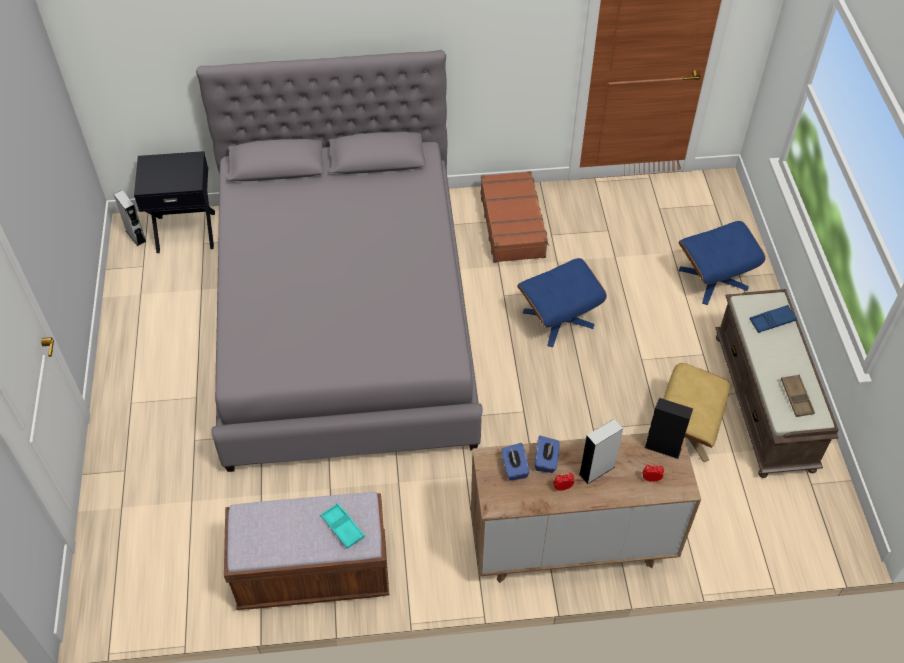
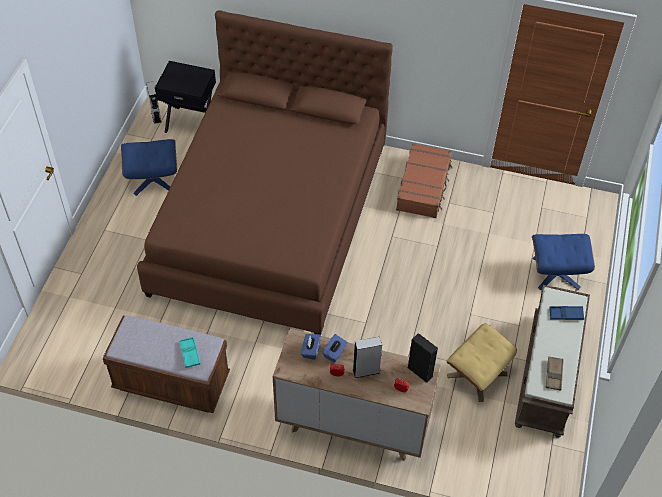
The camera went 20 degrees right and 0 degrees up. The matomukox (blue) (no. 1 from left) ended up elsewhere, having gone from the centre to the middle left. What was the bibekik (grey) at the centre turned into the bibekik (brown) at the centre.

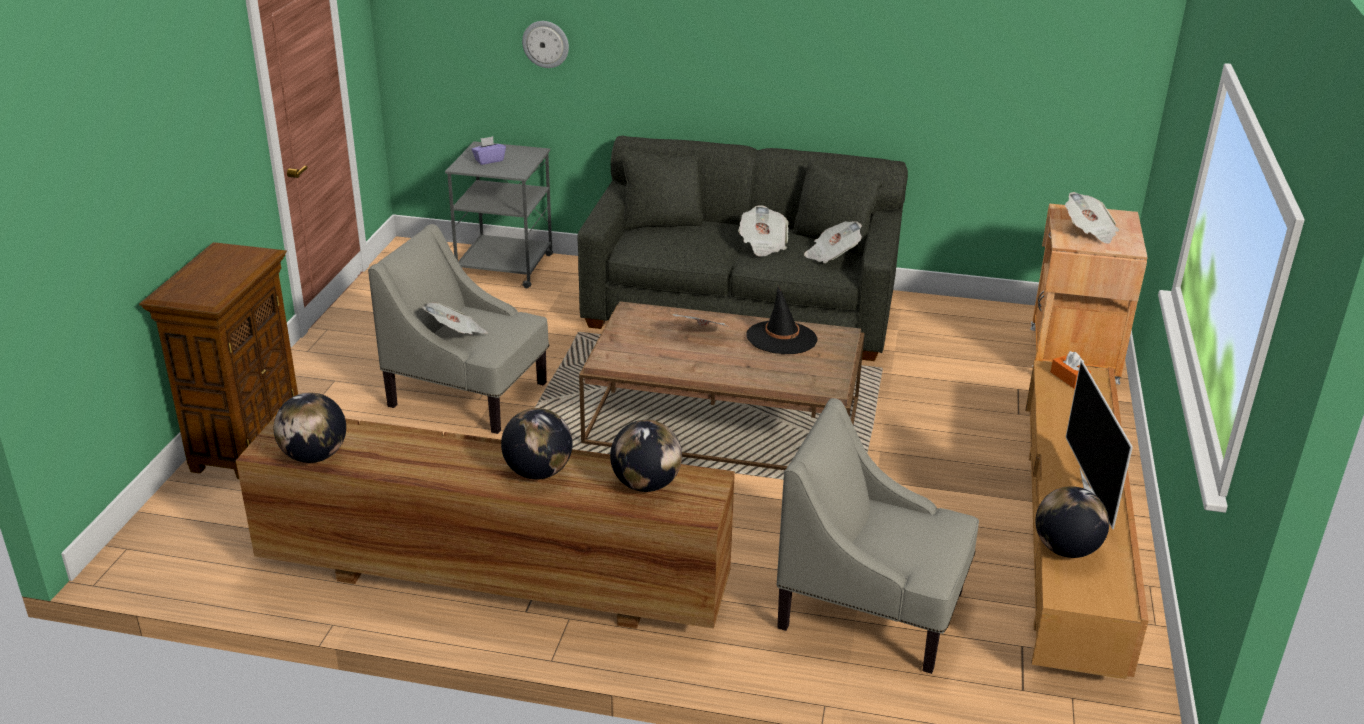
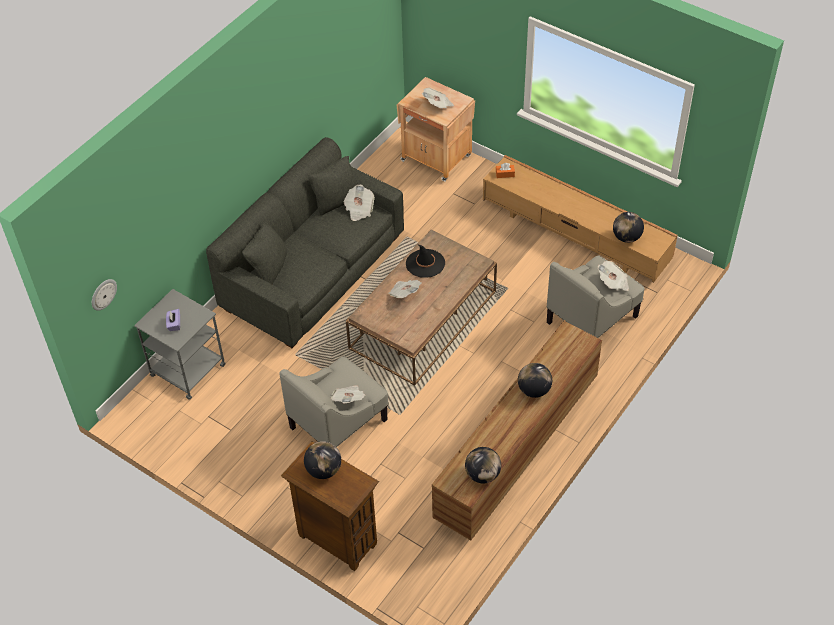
The camera went 65 degrees left and 20 degrees up. The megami ended up elsewhere, having gone from the top centre to the middle left. The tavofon (no. 3 from left in the first image) ended up elsewhere, having gone from the centre to the bottom centre. The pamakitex (no. 3 from left in the first image) ended up elsewhere, having gone from the top centre to the middle right. The second view lost the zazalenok at the middle right.

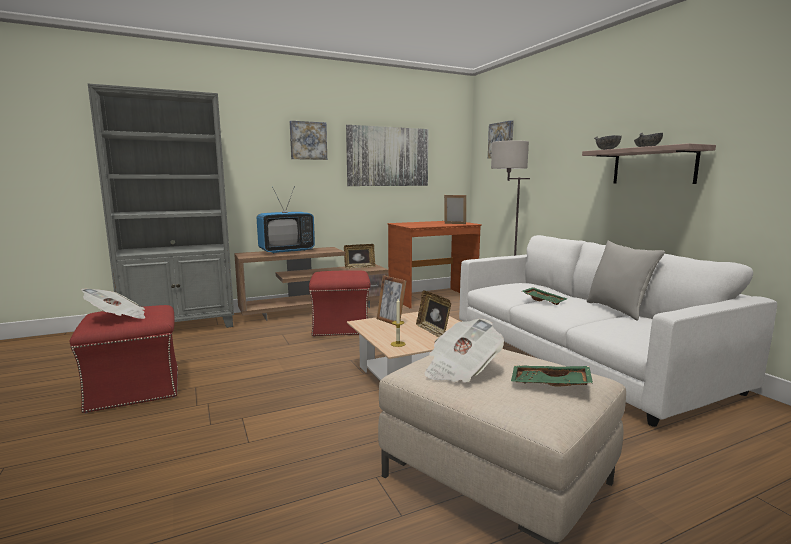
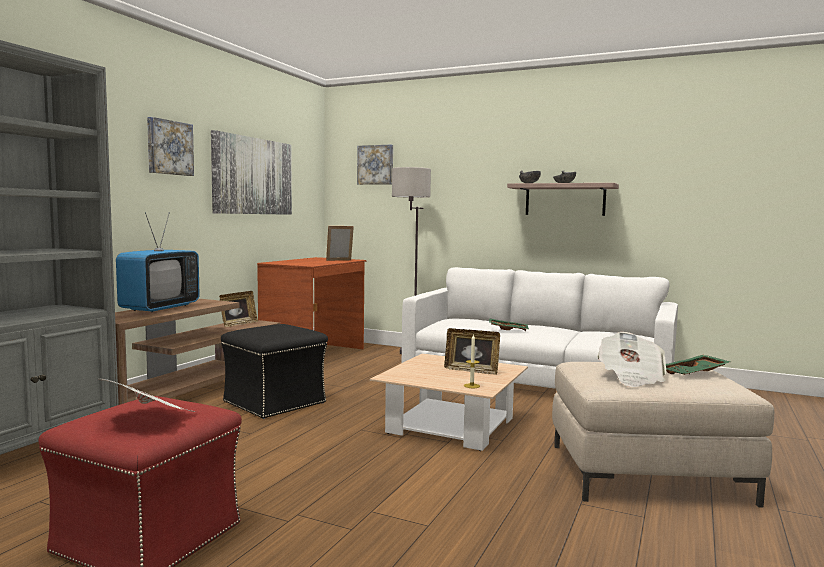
The camera went 40 degrees left and 5 degrees down. What was the matomukox (red) (no. 2 from left) at the centre turned into the matomukox (black) at the middle left. The second view lost the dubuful (no. 2 from left) at the centre. The second view lost the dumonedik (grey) at the middle right.

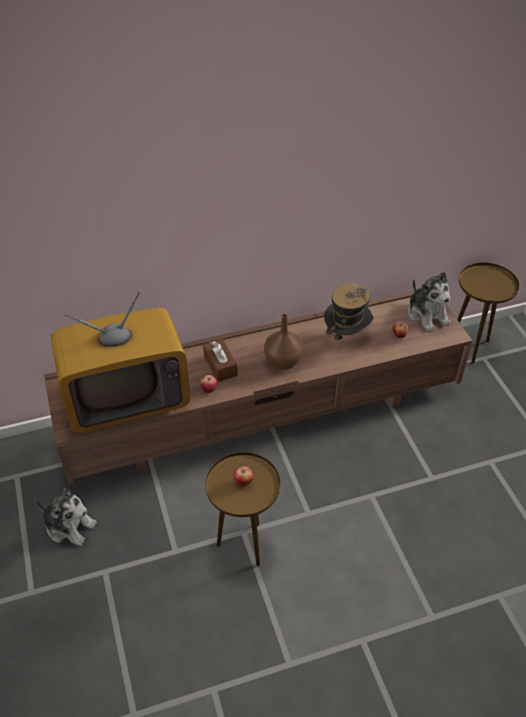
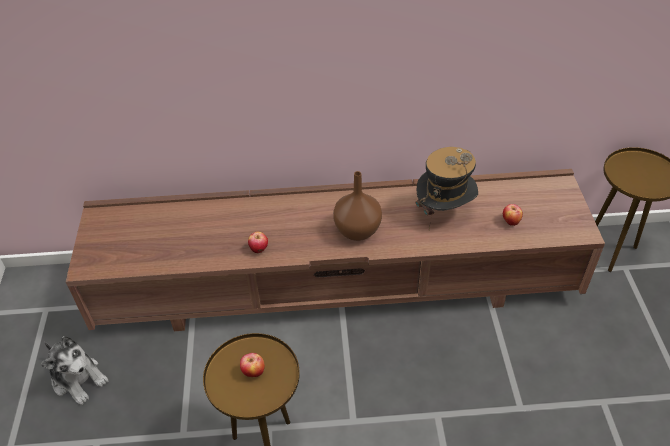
The camera went 15 degrees right and 0 degrees up. The second view lost the zazalenok at the middle left. The second view lost the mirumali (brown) at the centre. The second view lost the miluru (no. 2 from left) at the middle right.

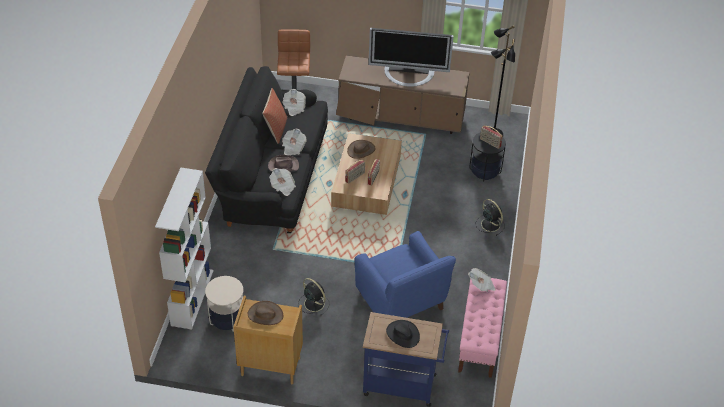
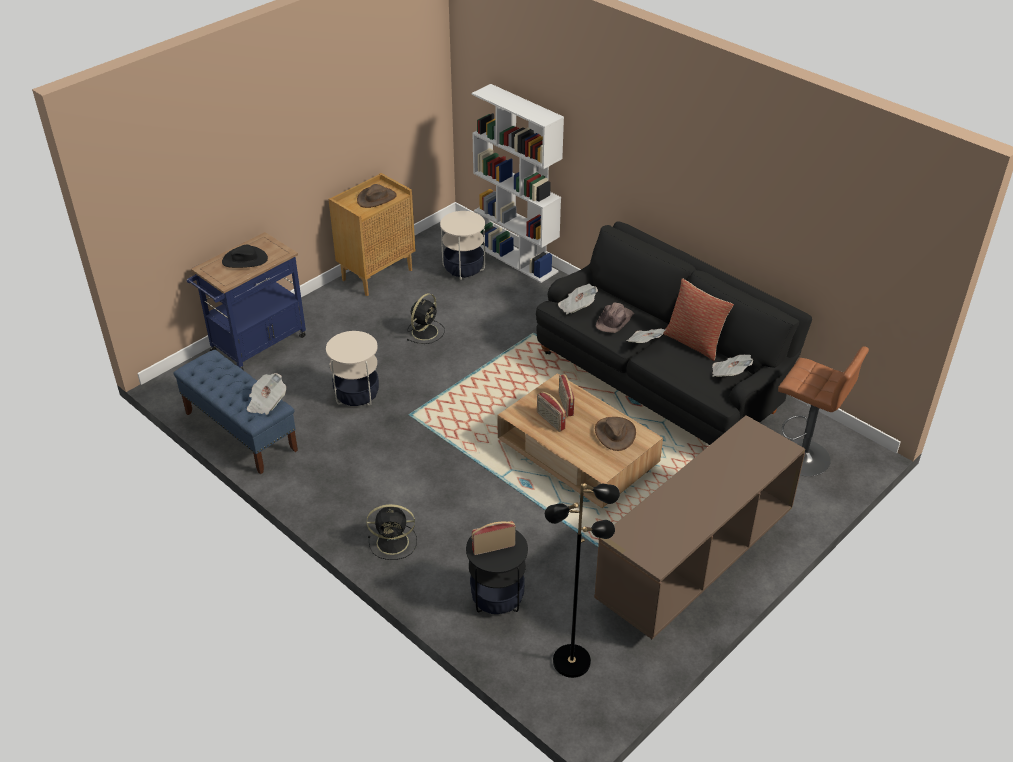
The camera went 125 degrees right and 5 degrees down. What was the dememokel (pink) at the bottom centre turned into the dememokel (blue) at the middle left. Where the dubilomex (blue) stood at the bottom centre, the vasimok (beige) (no. 1 from left) came to stand at the centre. The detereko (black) (no. 1 from left in the first image) at the bottom centre ended up facing another way, 45 degrees counterclockwise from before. The second view lost the zazalenok at the top centre.

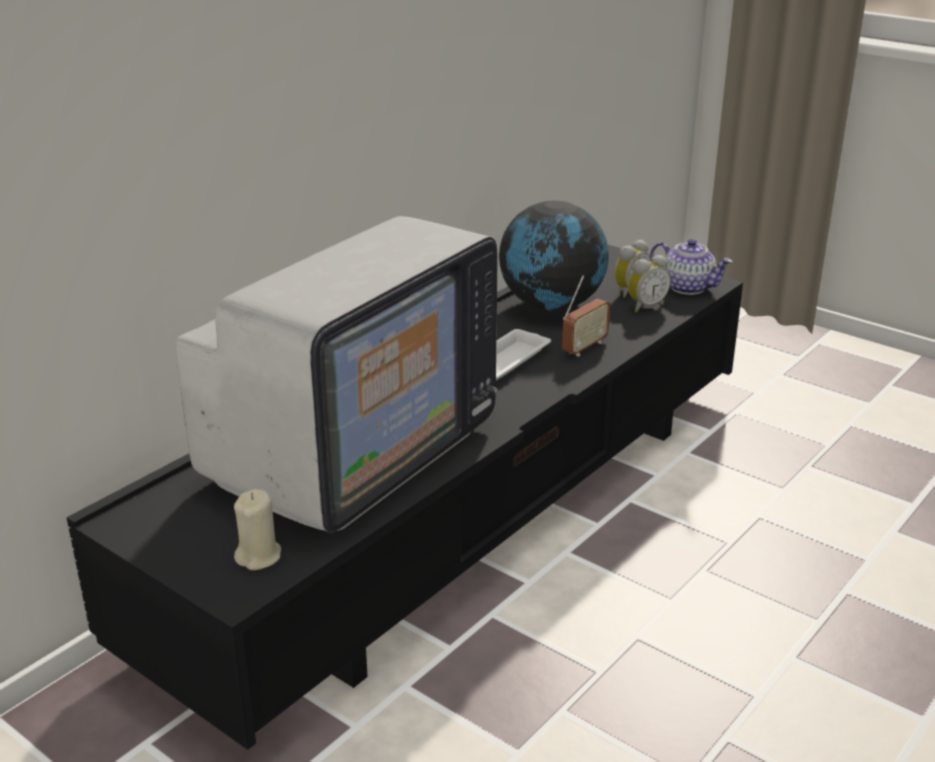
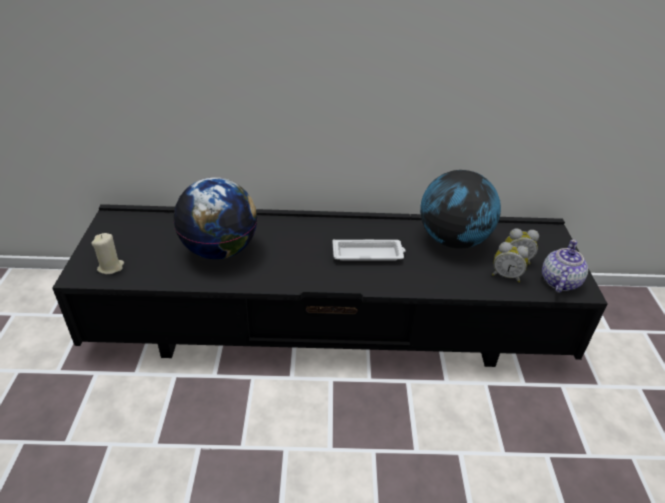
The camera went 50 degrees right and 10 degrees up. Where the zazalenok stood at the centre, the tavofon (no. 1 from left) came to stand at the middle left. The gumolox at the middle right ended up facing another way, 150 degrees counterclockwise from before. The second view lost the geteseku at the centre.

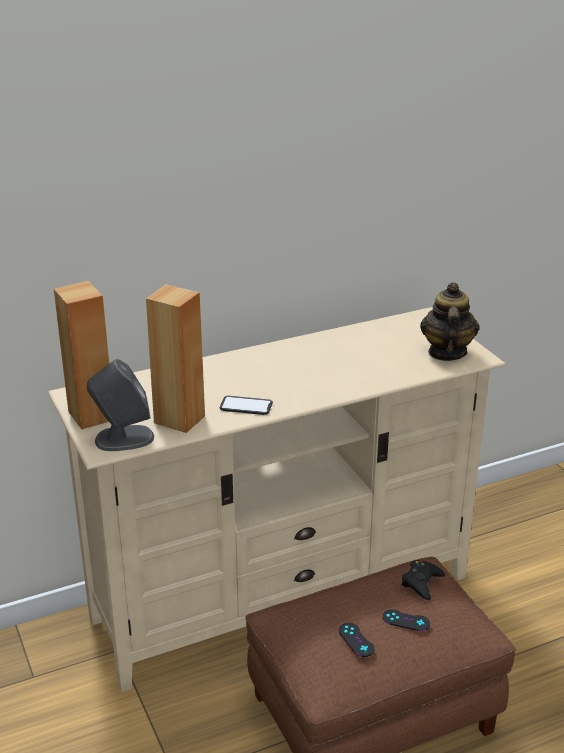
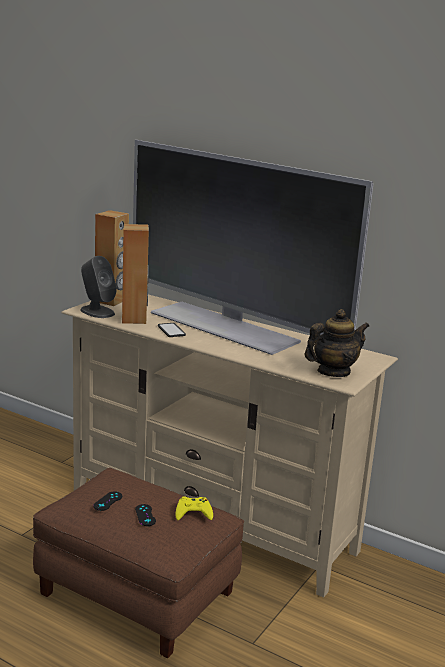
The camera went 55 degrees right and 10 degrees down. The second view gained the zazalenok at the centre. What was the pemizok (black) (no. 3 from left) at the bottom right turned into the pemizok (yellow) at the bottom centre.

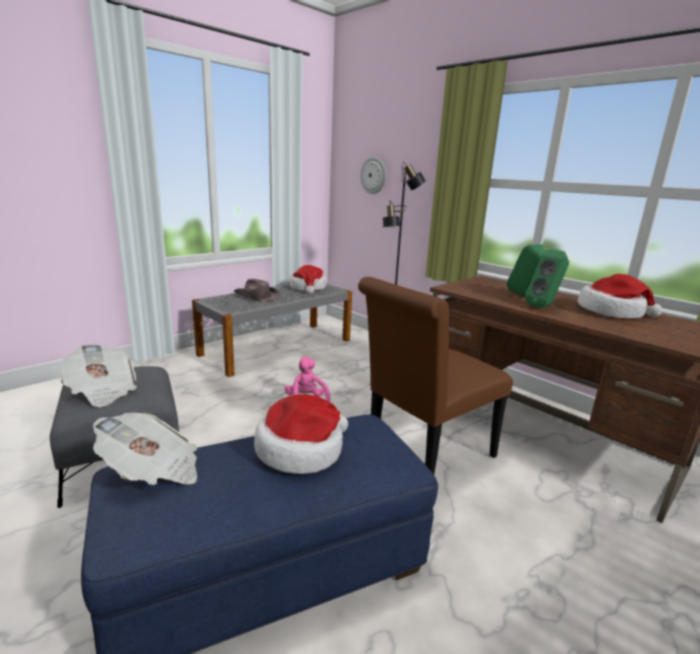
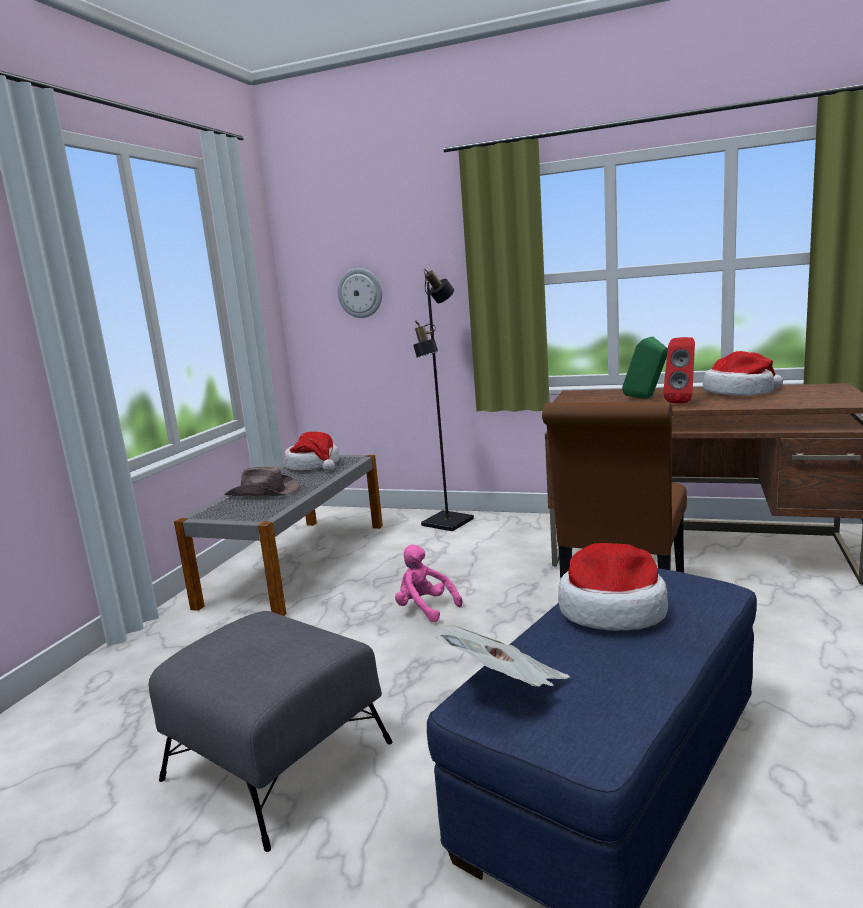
The camera went 25 degrees left and 5 degrees down. What was the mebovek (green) (no. 2 from left) at the middle right turned into the mebovek (red) at the middle right. The second view lost the pamakitex (no. 1 from left) at the middle left.

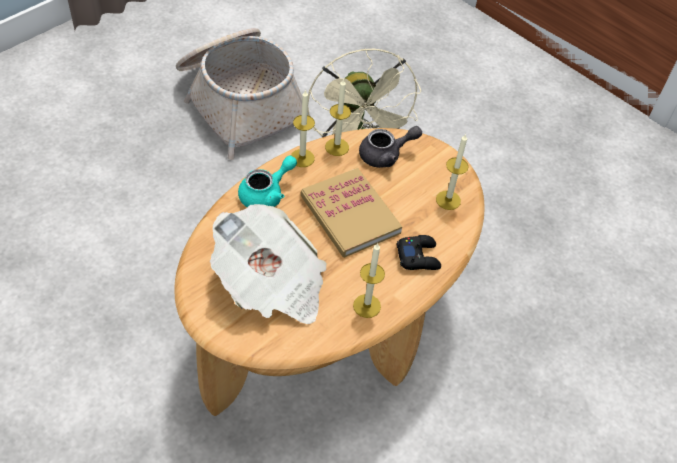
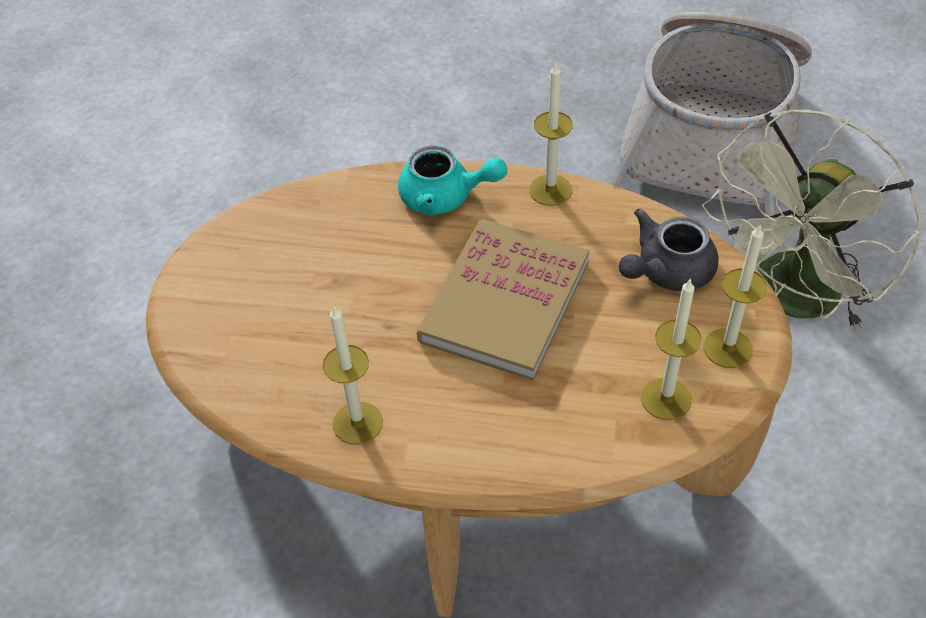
The camera went 60 degrees right and 0 degrees up. The gumolox (grey) at the top centre ended up facing another way, 105 degrees clockwise from before. The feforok (no. 2 from left in the first image) ended up elsewhere, having gone from the top centre to the middle right. The second view lost the pamakitex at the centre. The second view lost the pemizok (black) at the centre.

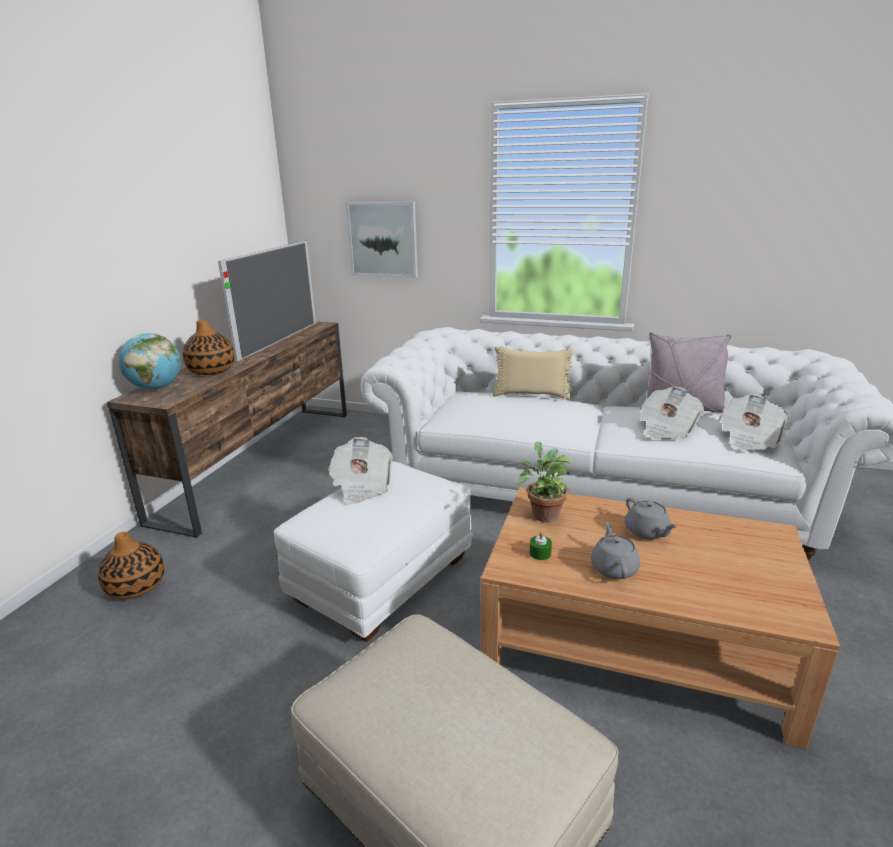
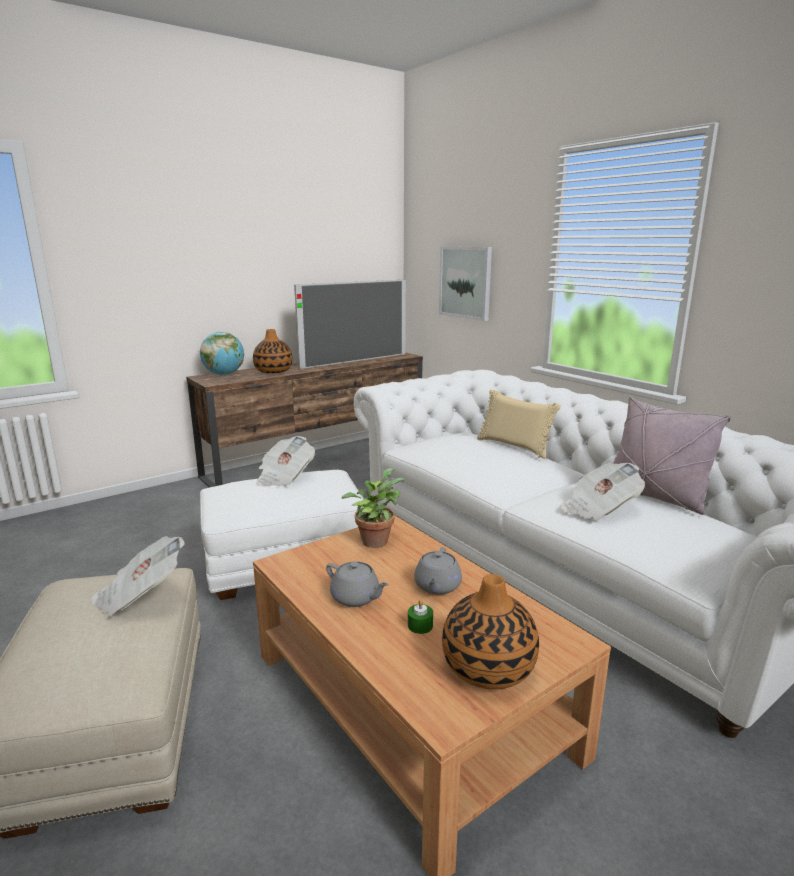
The camera went 35 degrees right and 5 degrees down. The pamakitex (no. 3 from left in the first image) ended up elsewhere, having gone from the middle right to the middle left. The gumolox (grey) (no. 1 from left) at the middle right ended up facing another way, 90 degrees clockwise from before. The feforok (green) ended up elsewhere, having gone from the centre to the bottom centre. The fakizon (no. 1 from left in the first image) ended up elsewhere, having gone from the bottom left to the bottom centre.

